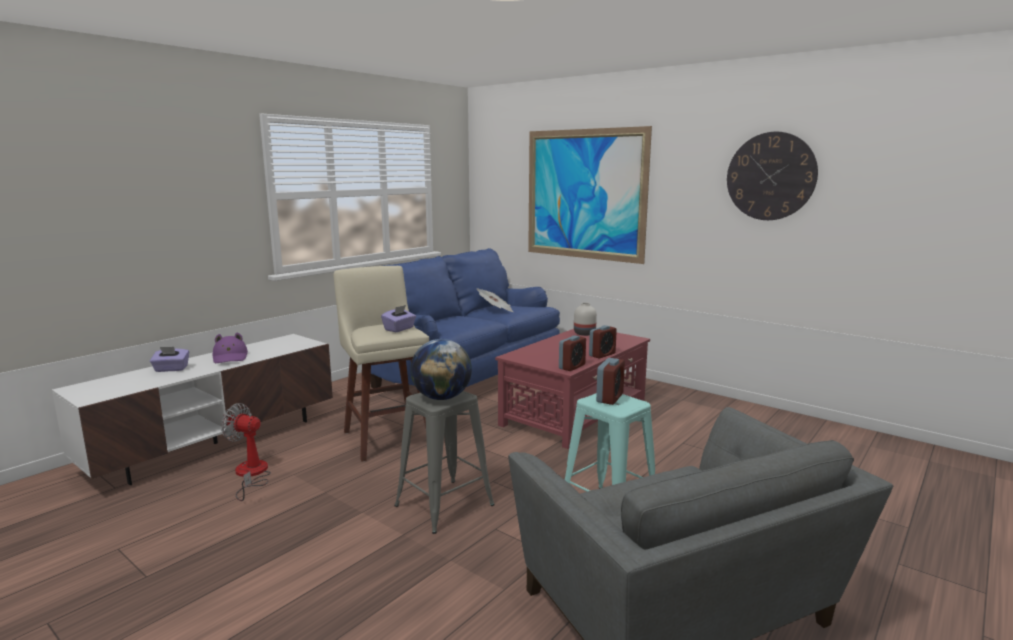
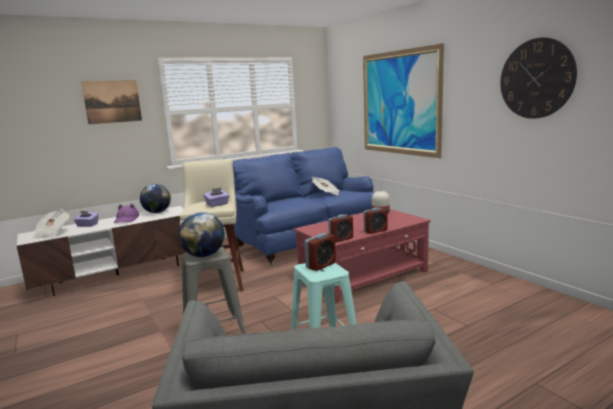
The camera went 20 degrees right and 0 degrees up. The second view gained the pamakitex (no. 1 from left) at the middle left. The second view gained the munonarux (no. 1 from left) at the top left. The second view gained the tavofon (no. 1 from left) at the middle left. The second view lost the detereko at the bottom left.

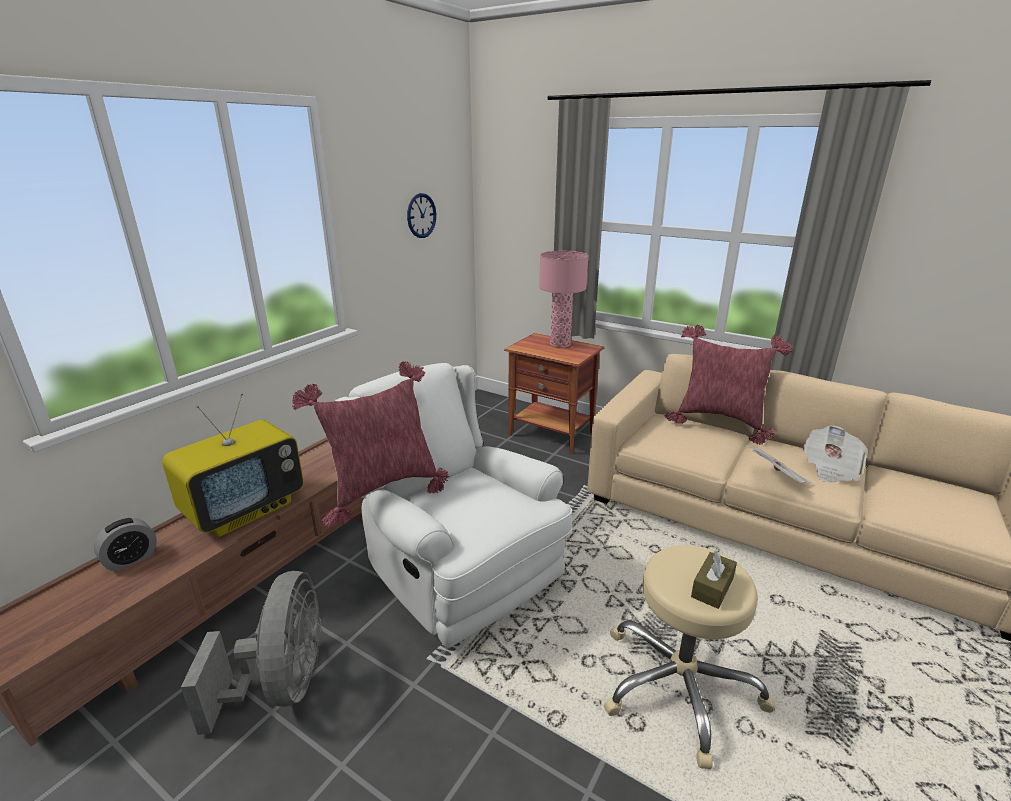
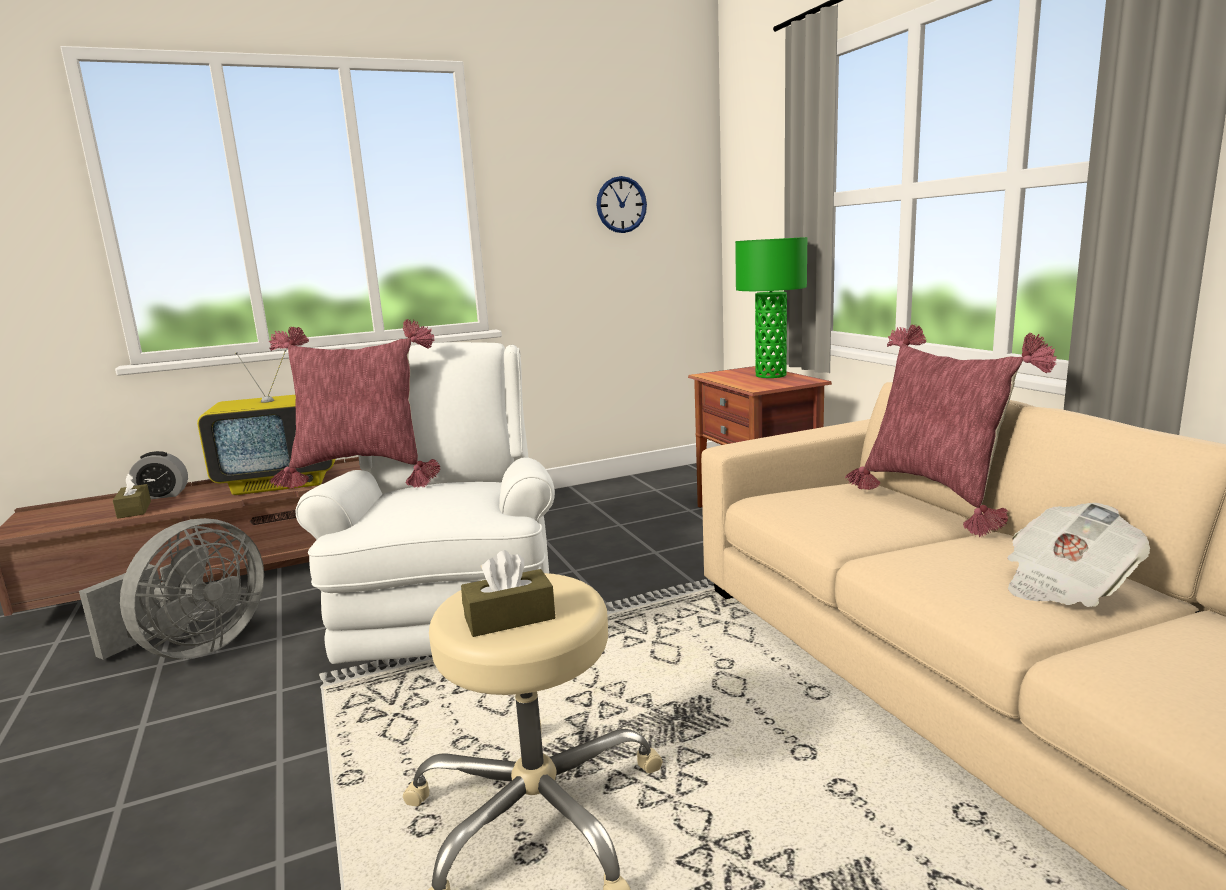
The camera went 35 degrees right and 10 degrees down. The second view gained the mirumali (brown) (no. 1 from left) at the middle left. What was the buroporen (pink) at the centre turned into the buroporen (green) at the centre. The second view lost the pamakitex (no. 1 from left) at the middle right.

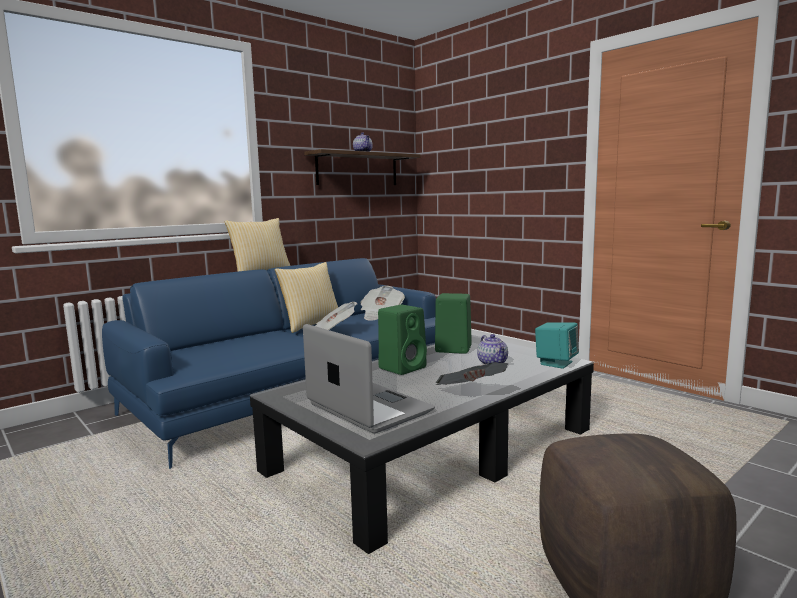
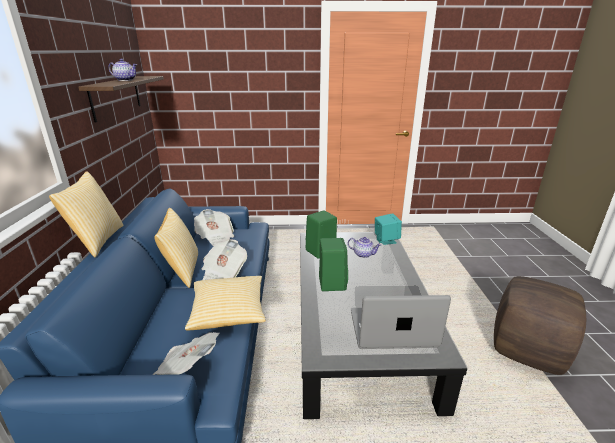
The camera went 50 degrees left and 15 degrees up. The pamakitex (no. 3 from left in the first image) ended up elsewhere, having gone from the centre to the bottom left. The second view gained the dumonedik (no. 3 from left) at the bottom centre.

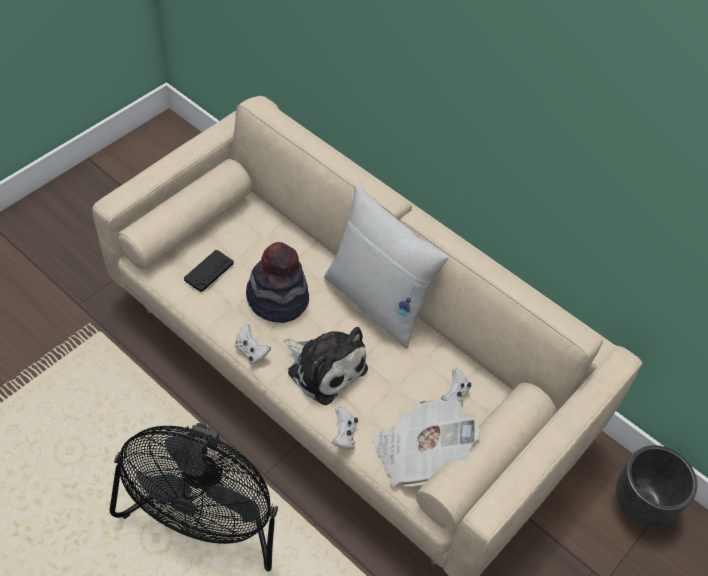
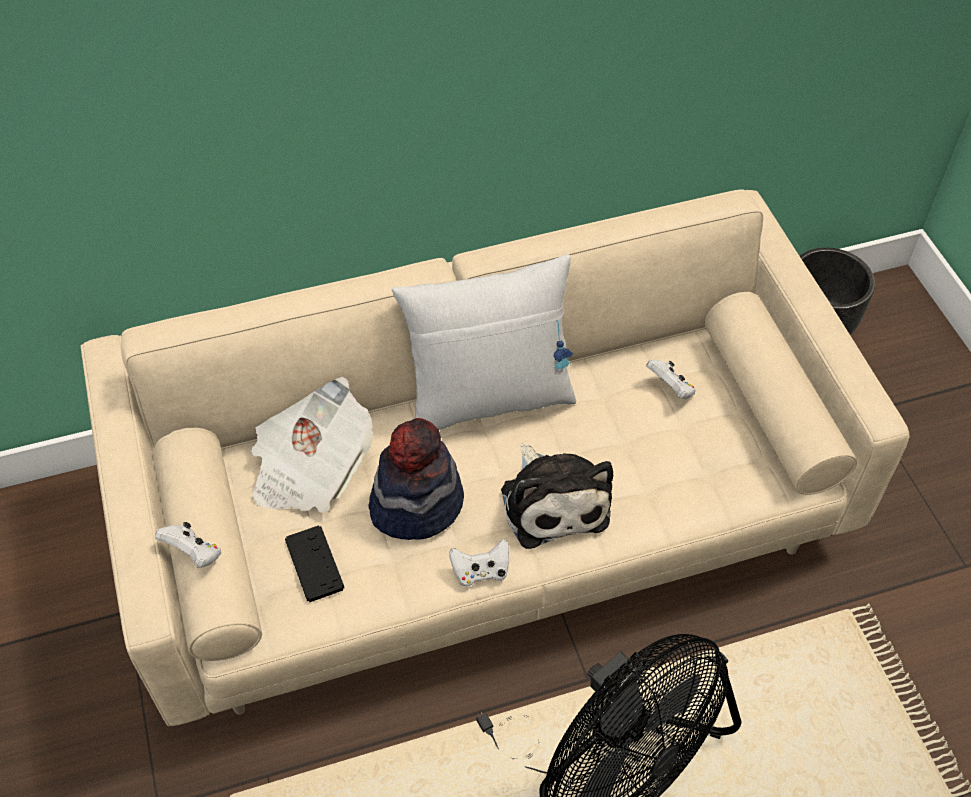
The camera went 55 degrees left and 0 degrees up. The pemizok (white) (no. 2 from left in the first image) ended up elsewhere, having gone from the bottom centre to the bottom left. The pamakitex ended up elsewhere, having gone from the bottom centre to the middle left. The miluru at the centre ended up facing another way, 90 degrees clockwise from before.

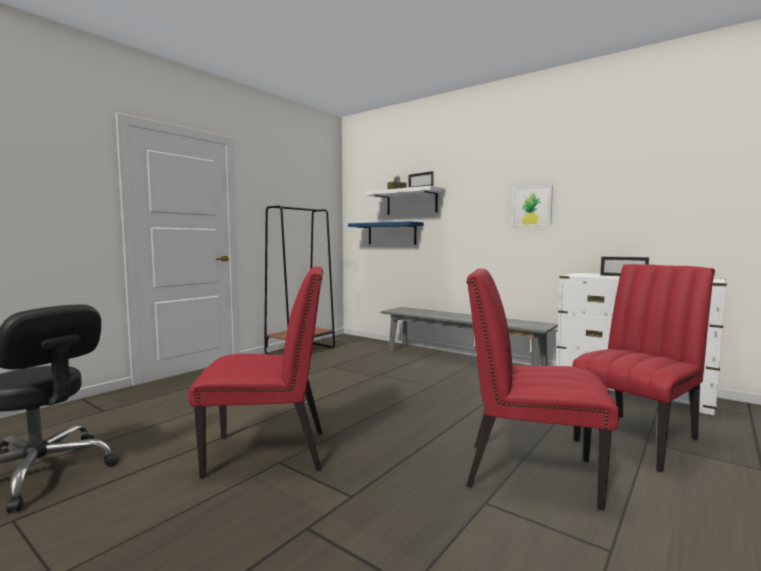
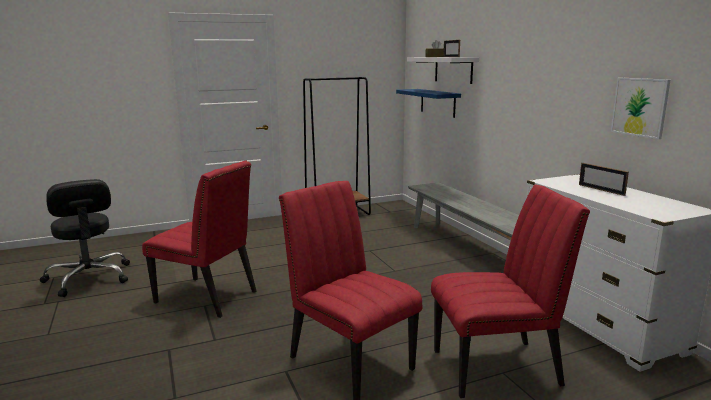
The camera went 30 degrees right and 10 degrees up. The munonarux ended up elsewhere, having gone from the middle right to the top right.

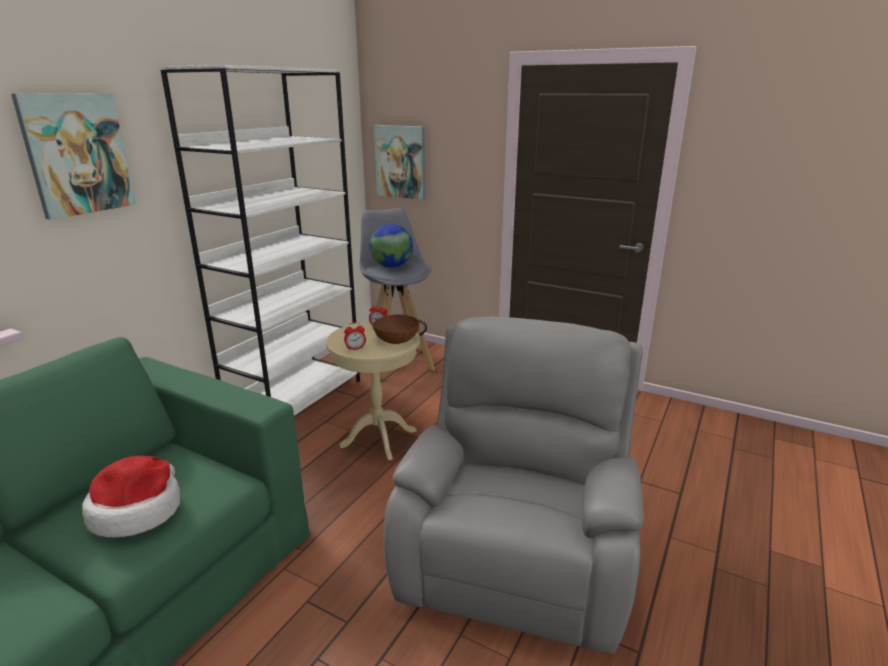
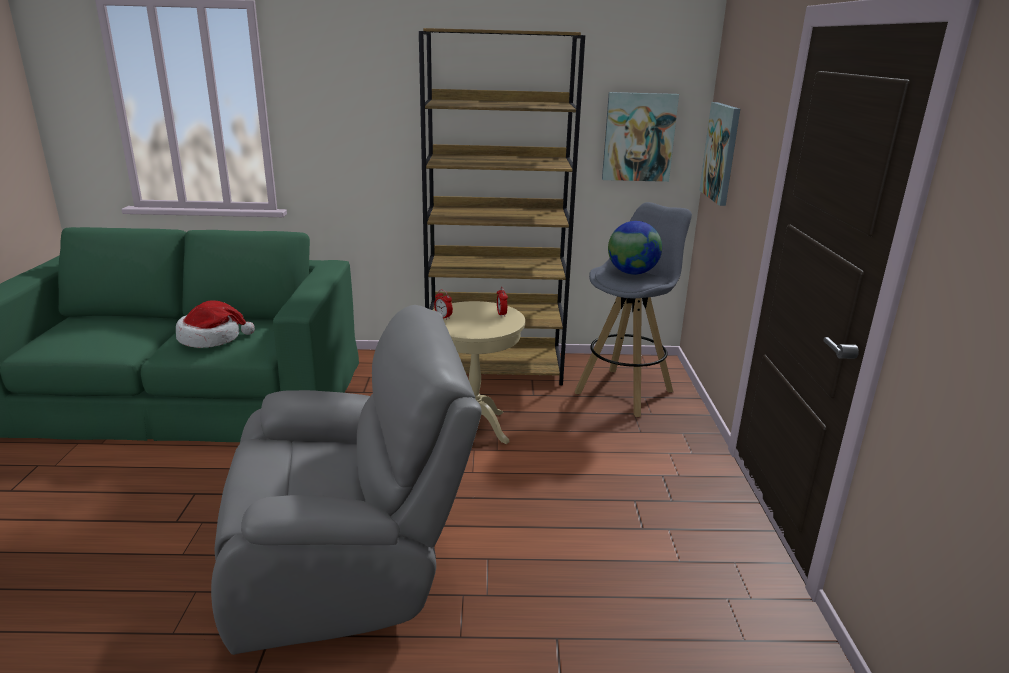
The camera went 60 degrees right and 0 degrees up. What was the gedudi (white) at the middle left turned into the gedudi (brown) at the top centre. The munonarux (no. 1 from left) ended up elsewhere, having gone from the top left to the top centre. The second view lost the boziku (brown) at the centre.

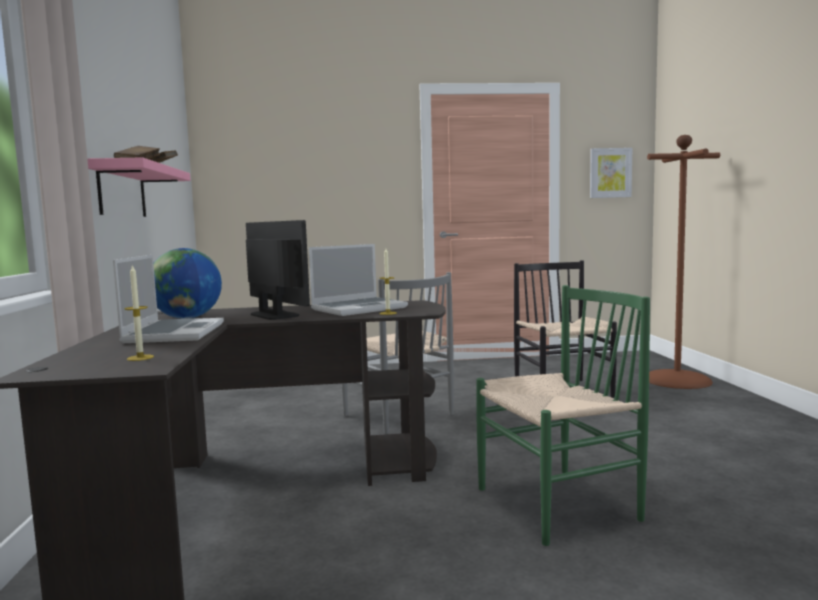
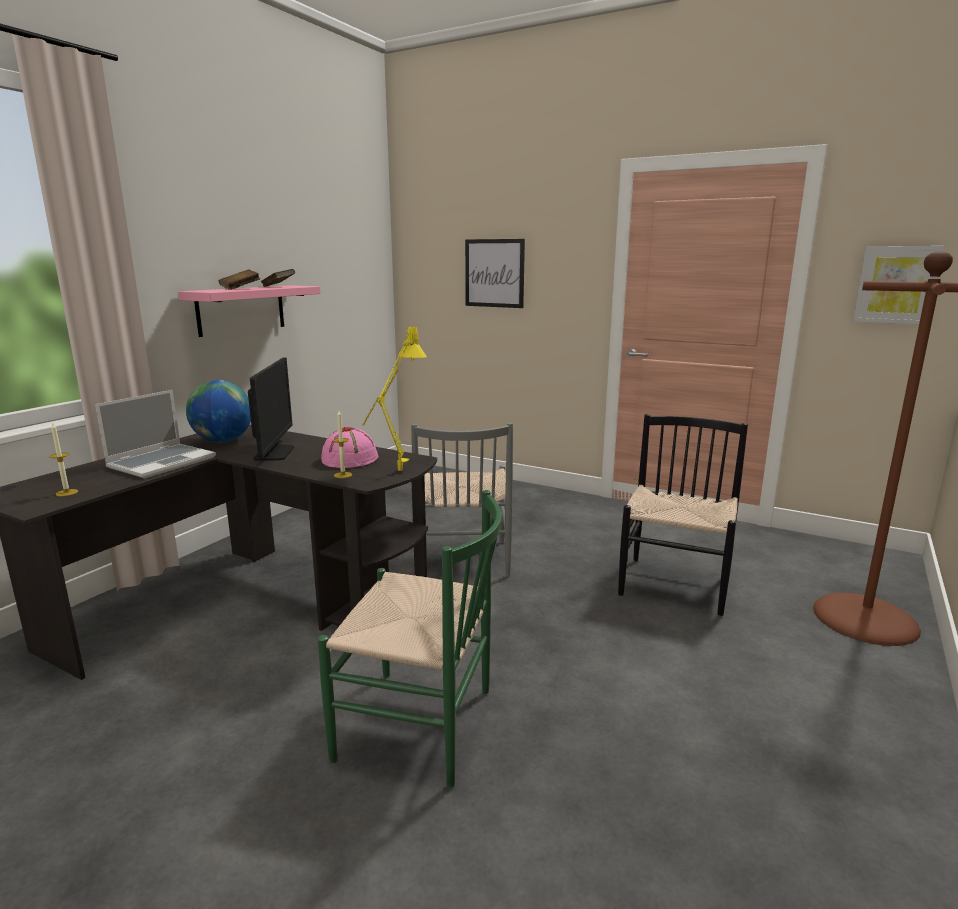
The camera went 35 degrees right and 10 degrees up. Where the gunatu (no. 2 from left) stood at the centre, the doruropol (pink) came to stand at the centre. The second view gained the buroporen (yellow) at the centre. The second view gained the munonarux (no. 1 from left) at the top centre.

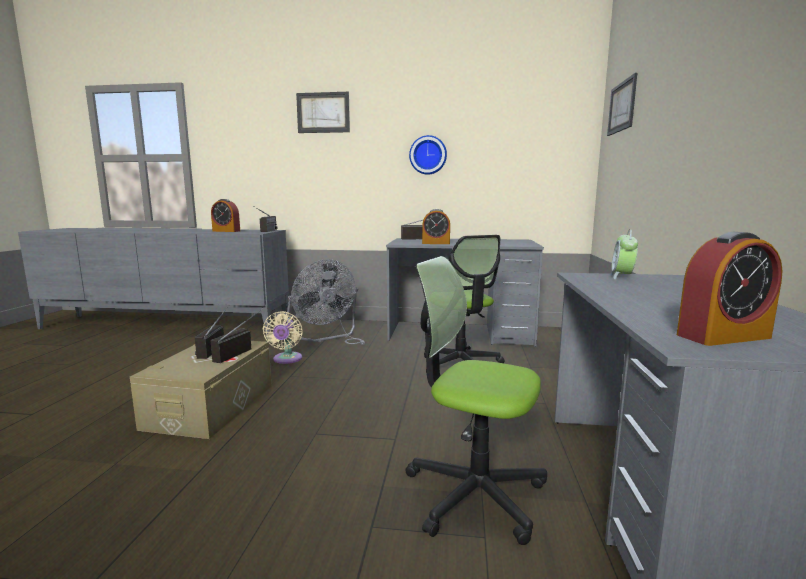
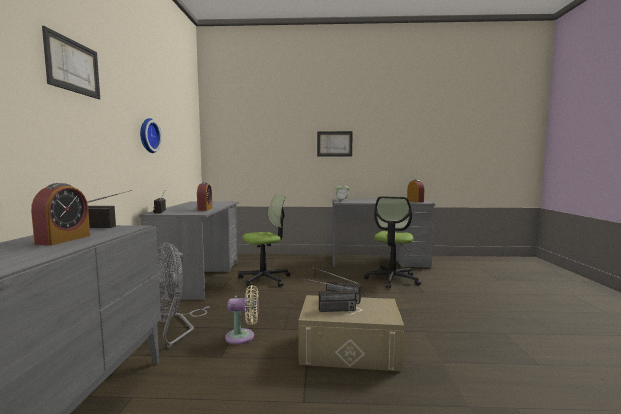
The camera went 95 degrees left and 5 degrees down. The munonarux (no. 2 from left) ended up elsewhere, having gone from the top right to the centre.

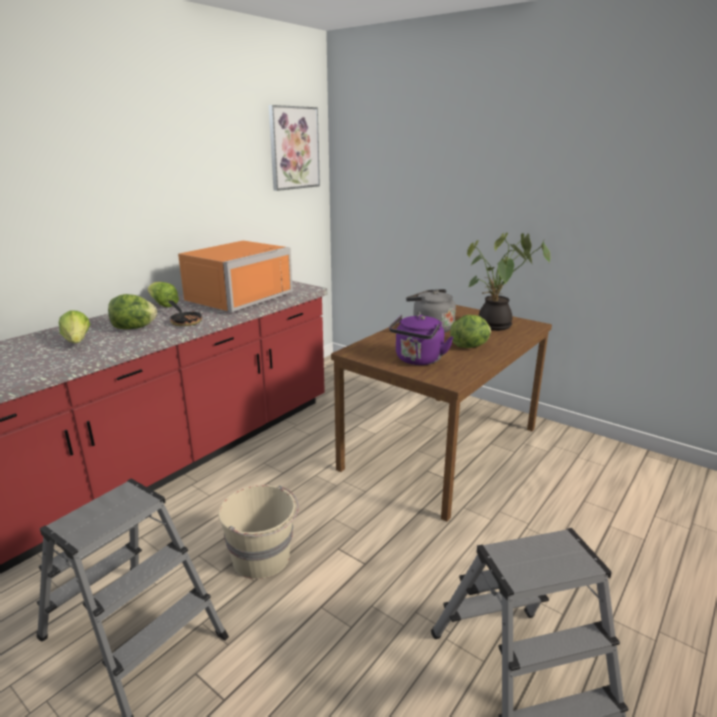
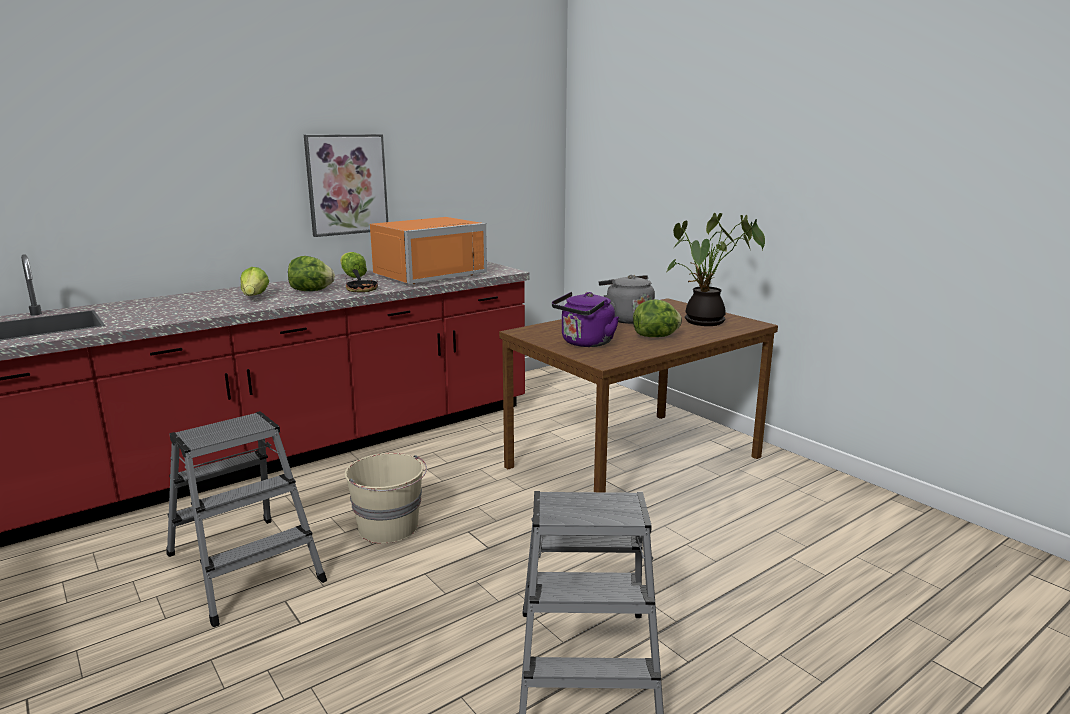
The camera went 15 degrees right and 5 degrees down. The munonarux ended up elsewhere, having gone from the top centre to the top left.

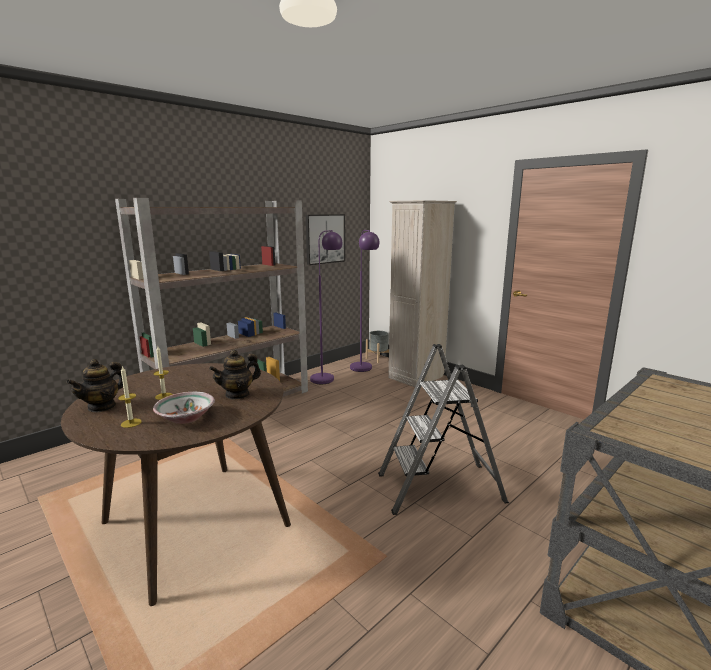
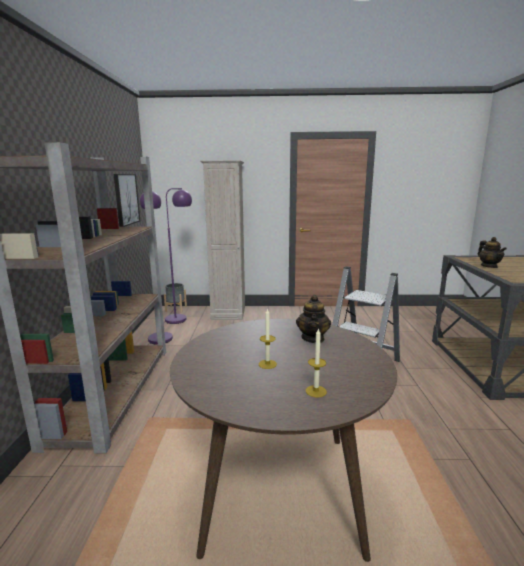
The camera went 45 degrees left and 0 degrees up. The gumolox (no. 1 from left in the first image) ended up elsewhere, having gone from the middle left to the middle right. The second view lost the boziku at the middle left.

